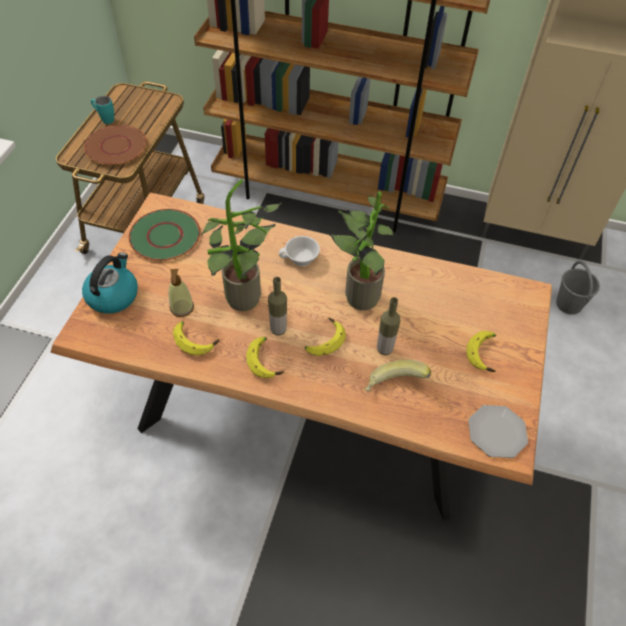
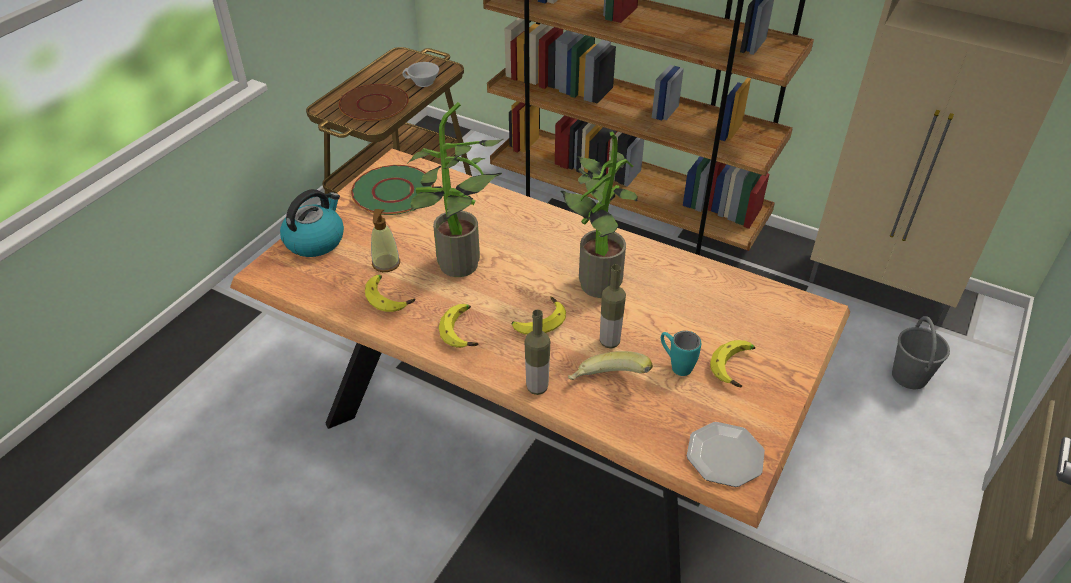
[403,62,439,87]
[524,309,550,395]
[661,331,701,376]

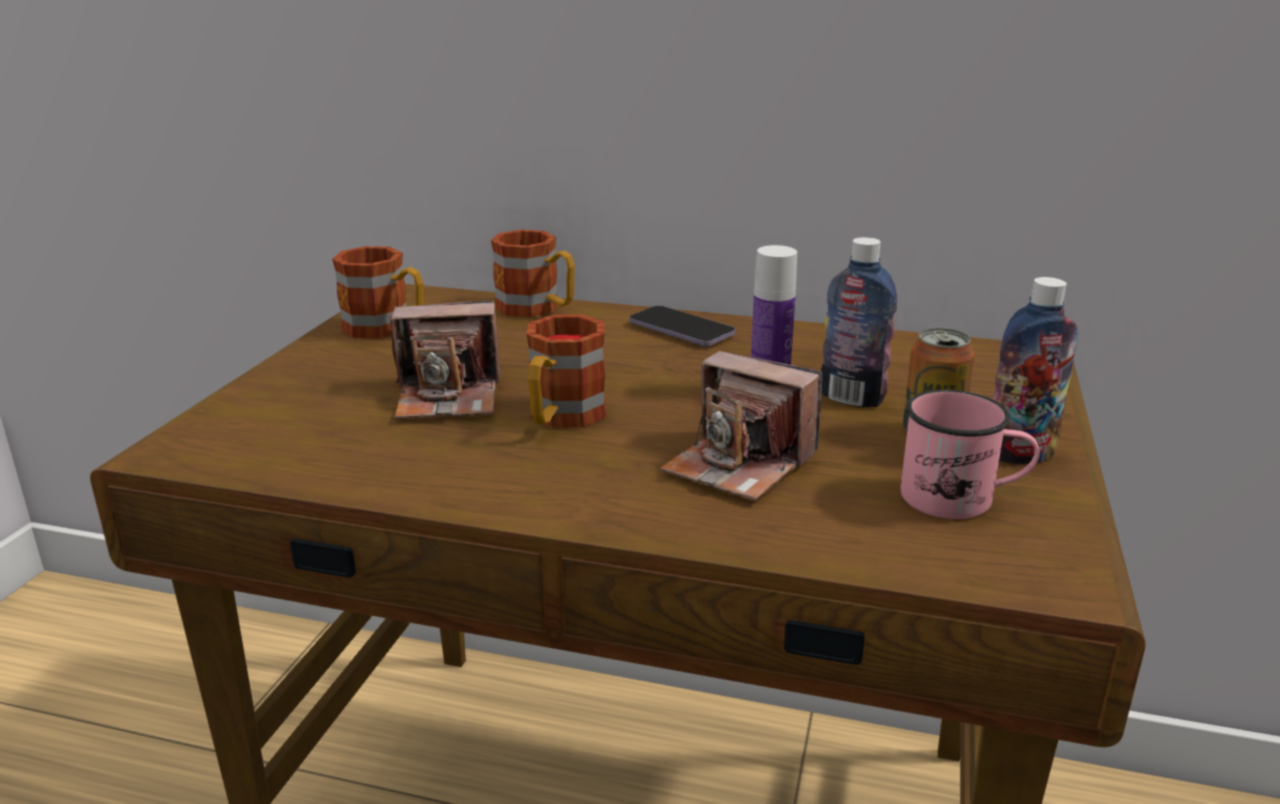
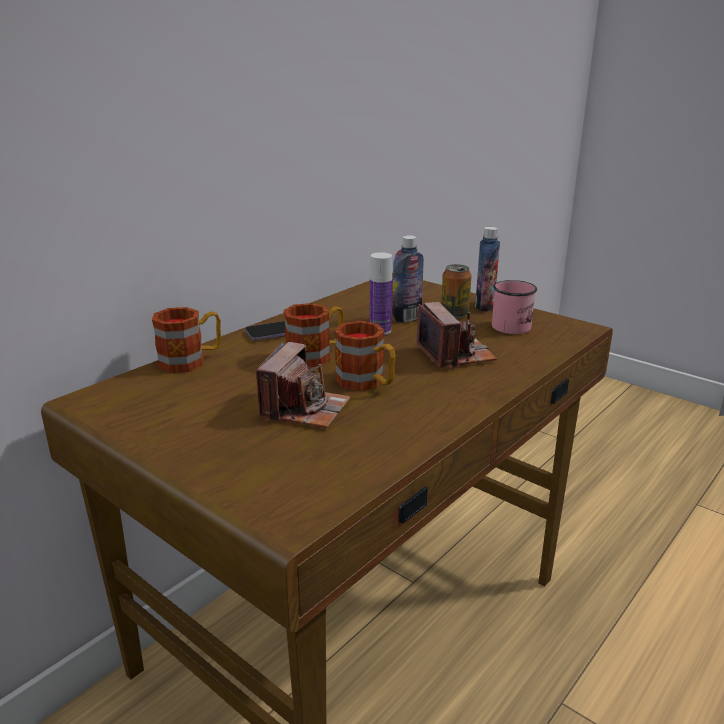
[284,303,344,368]
[416,302,497,369]

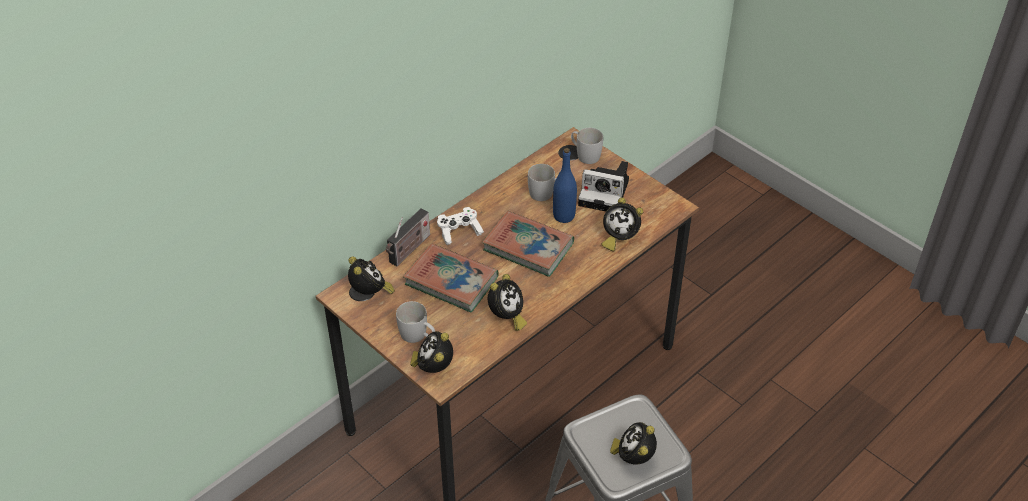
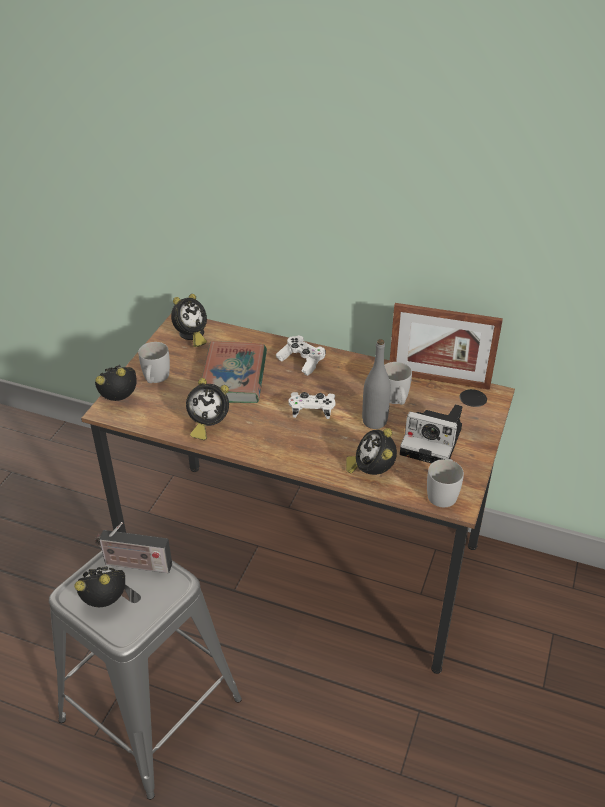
[95,522,172,573]
[288,392,336,419]
[362,339,391,429]
[389,303,503,390]
[400,404,462,464]
[427,459,464,507]

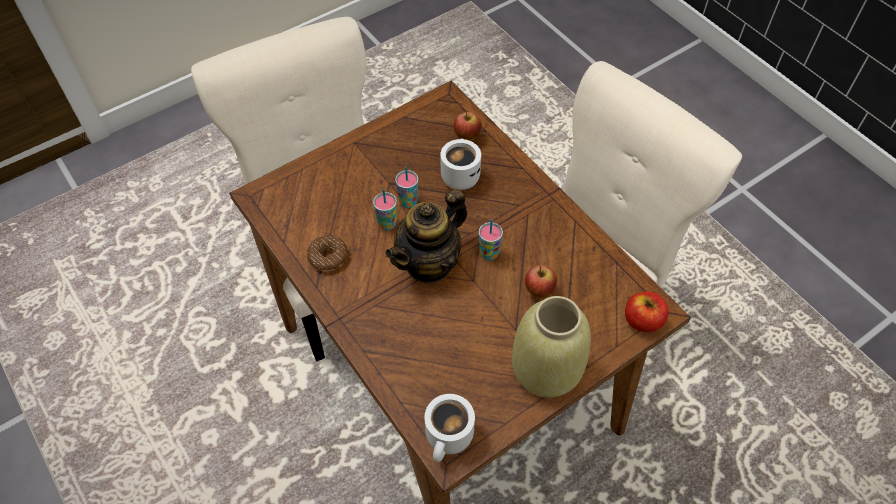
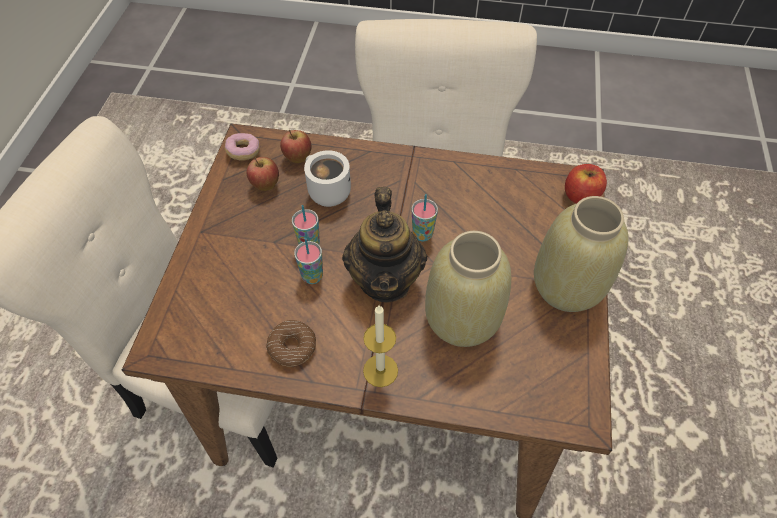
[225,133,260,161]
[247,157,279,191]
[363,305,398,387]
[425,231,511,347]
[424,394,475,462] (first image)

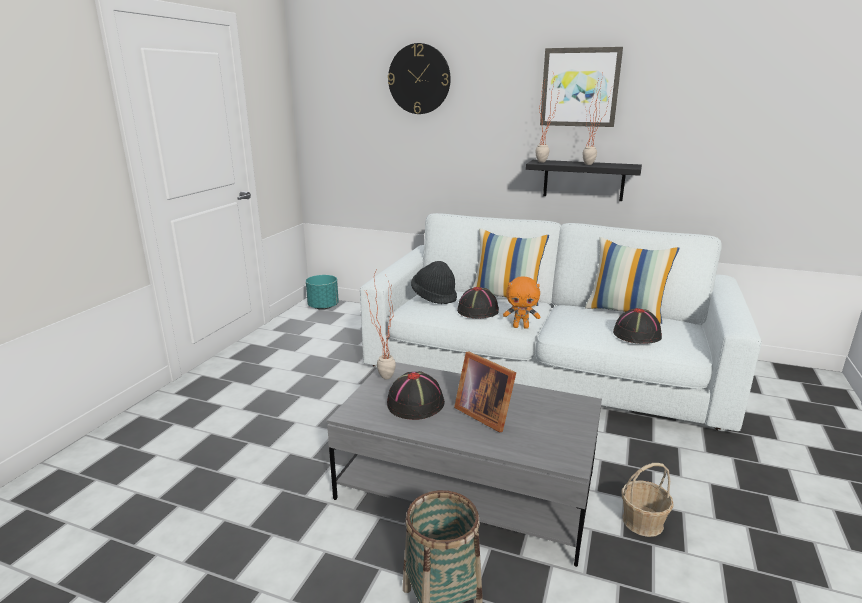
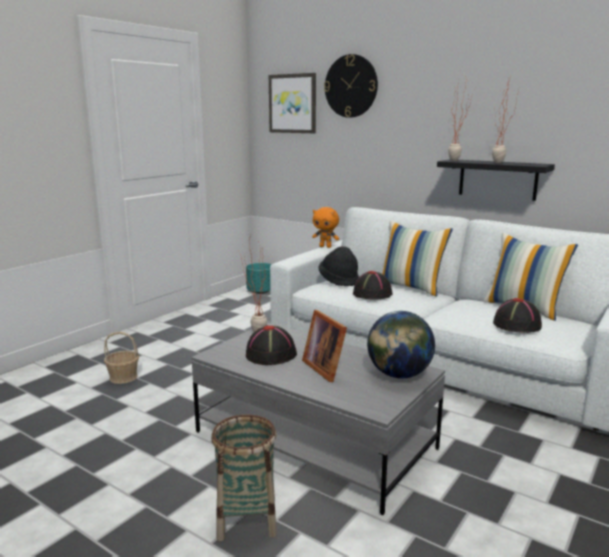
[104,332,139,384]
[269,73,316,133]
[312,207,339,248]
[367,311,435,379]

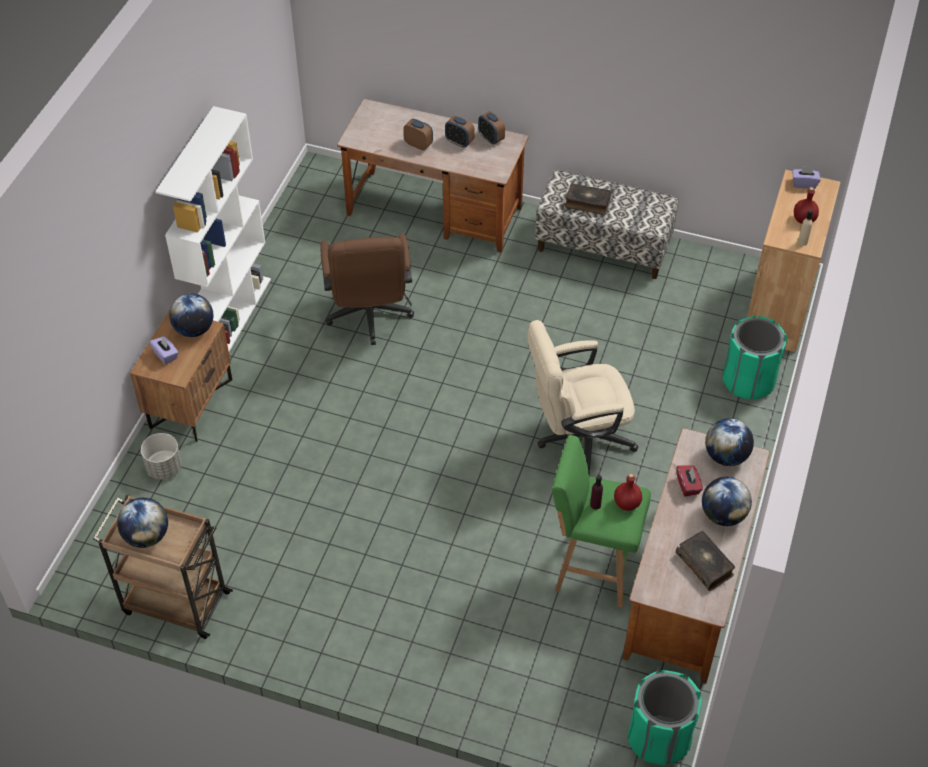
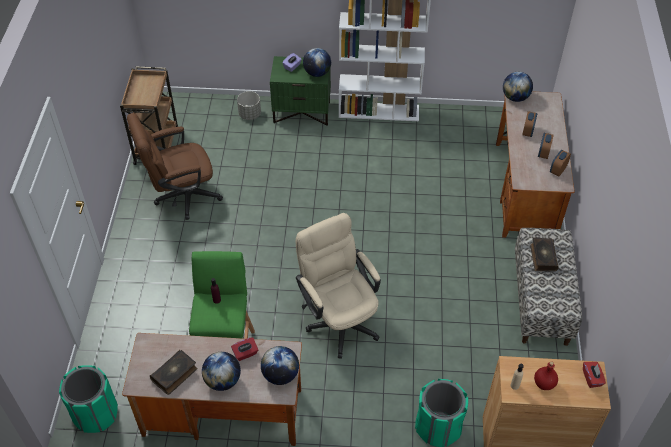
[127,113,223,220]
[270,56,331,125]
[503,72,533,102]
[583,362,606,388]
[614,473,642,511] (first image)

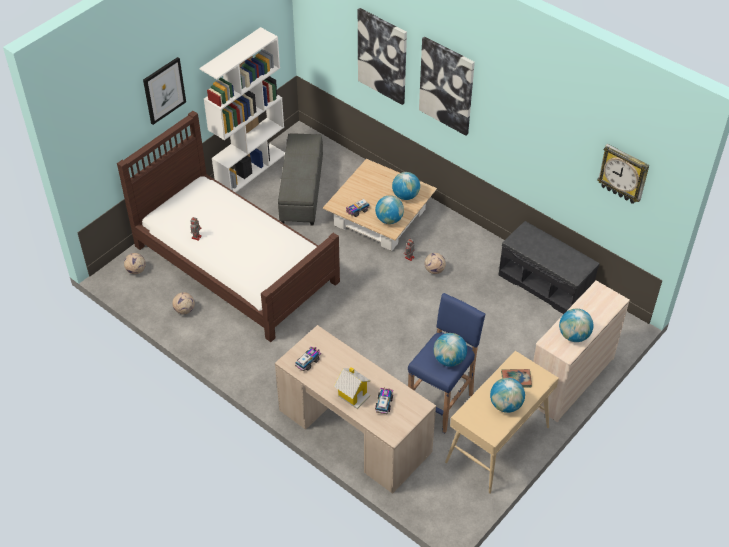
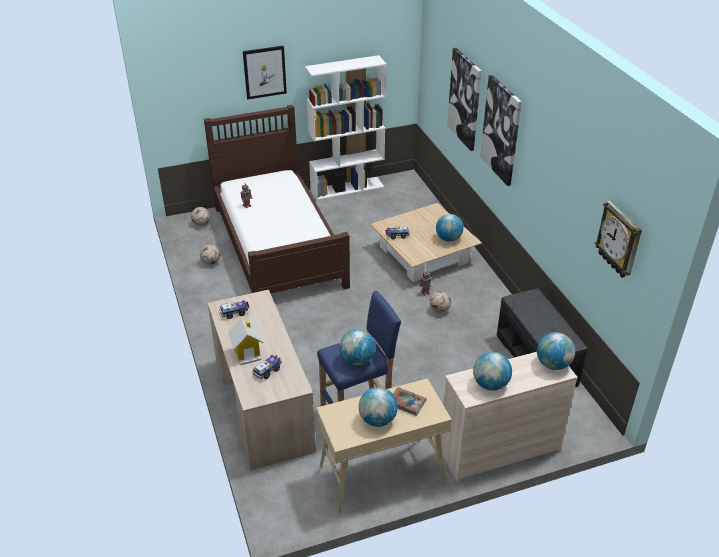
[537,332,575,370]
[278,133,323,226] (first image)

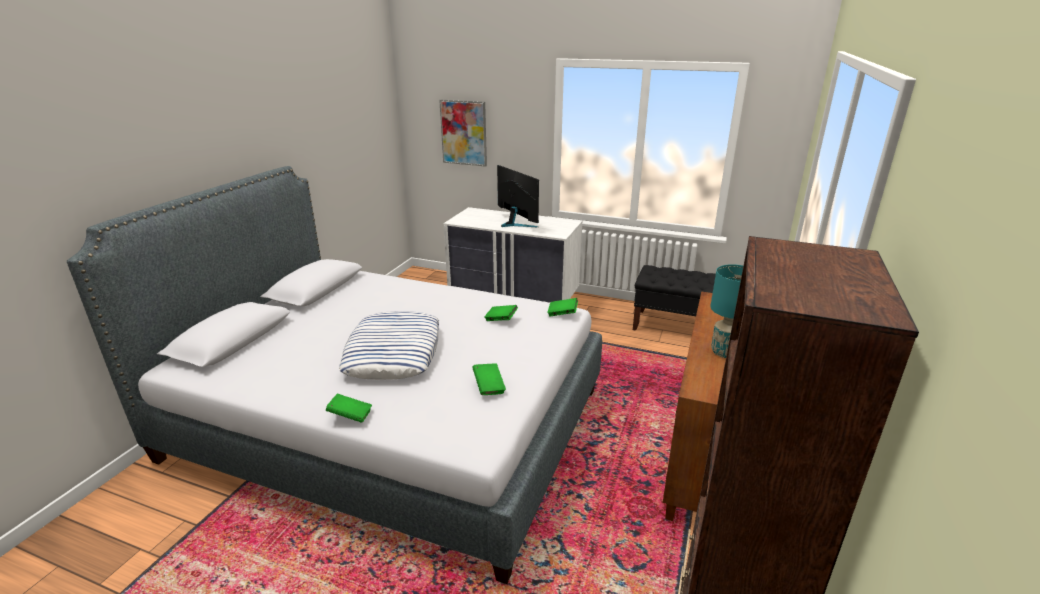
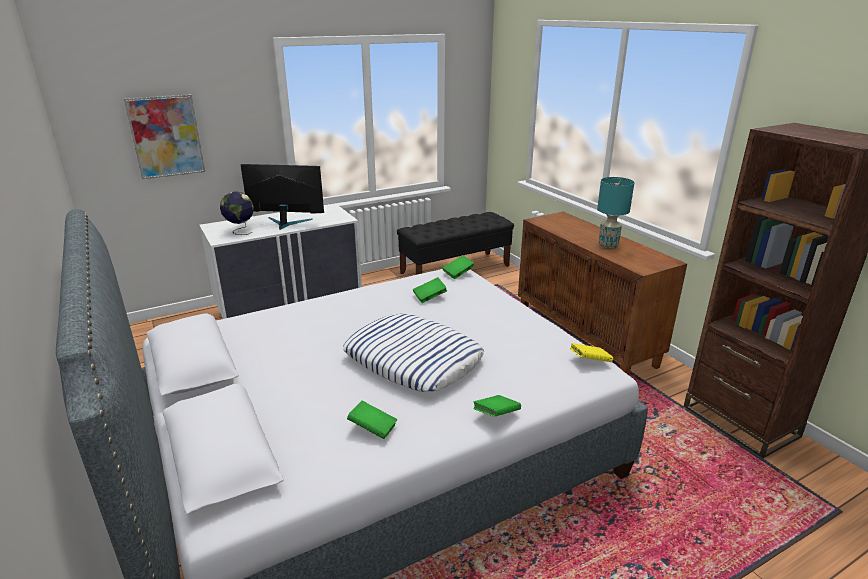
[220,191,254,235]
[347,401,397,439]
[570,343,613,362]

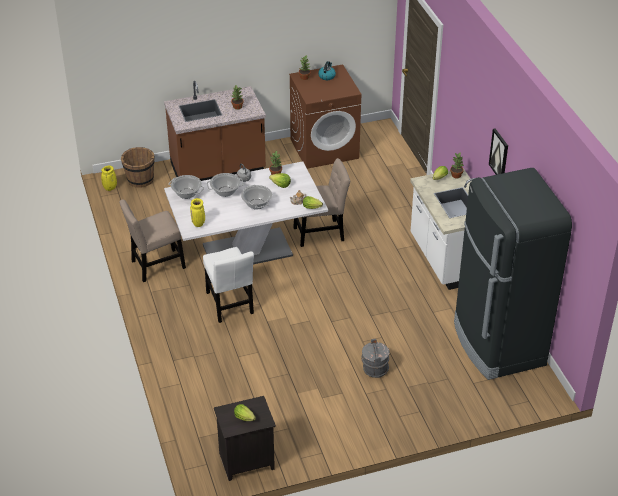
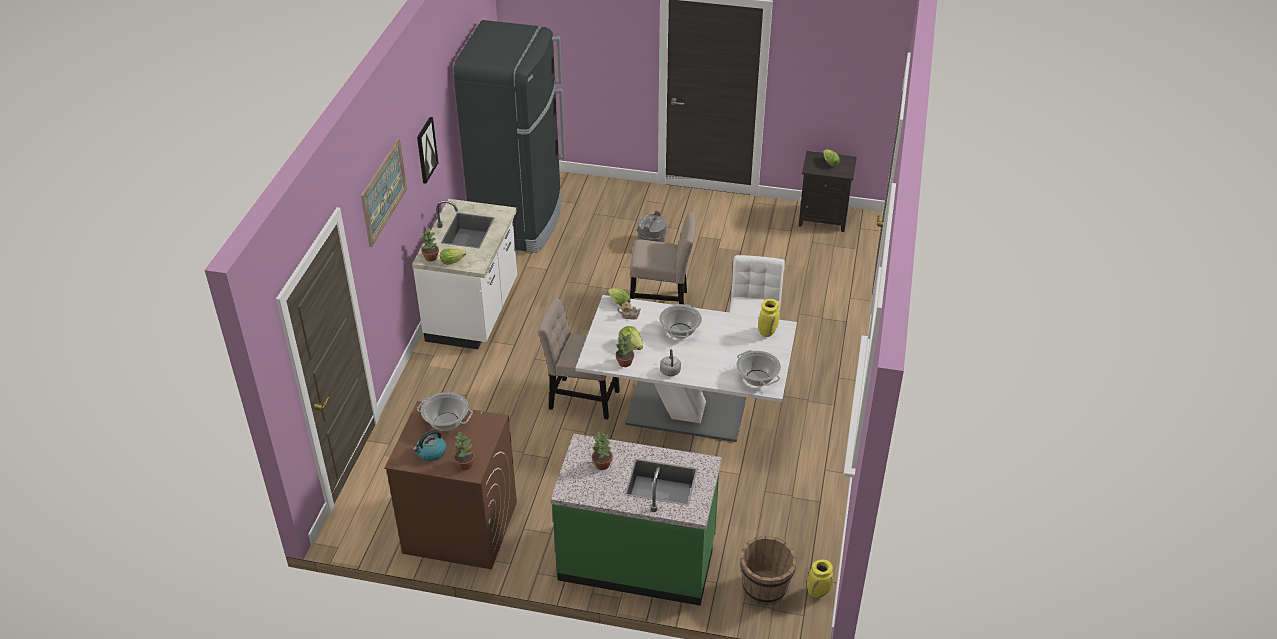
[361,139,407,247]
[417,392,473,431]
[550,434,722,606]
[630,213,696,304]

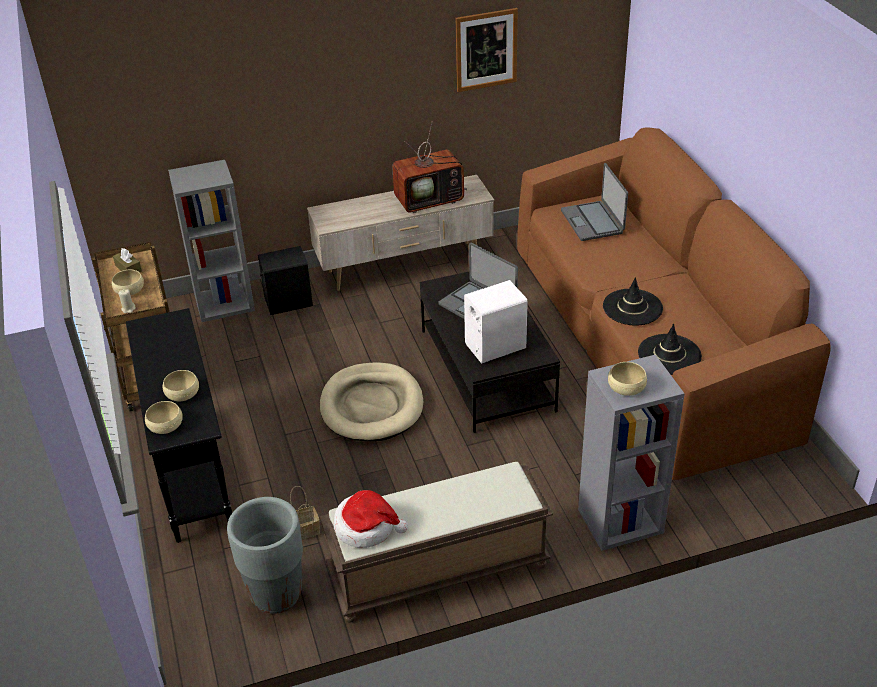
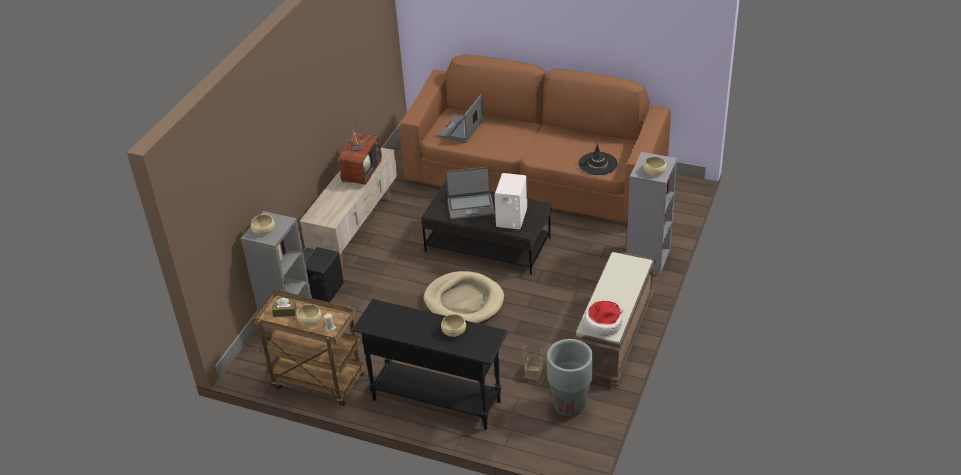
[251,214,275,235]
[438,94,484,143]
[456,8,518,92] (first image)
[603,277,663,326] (first image)

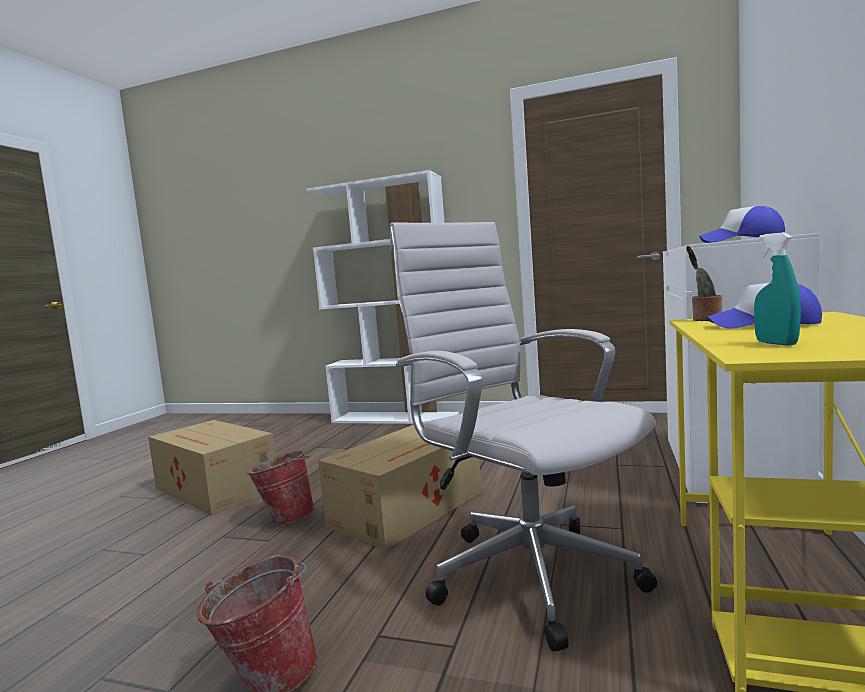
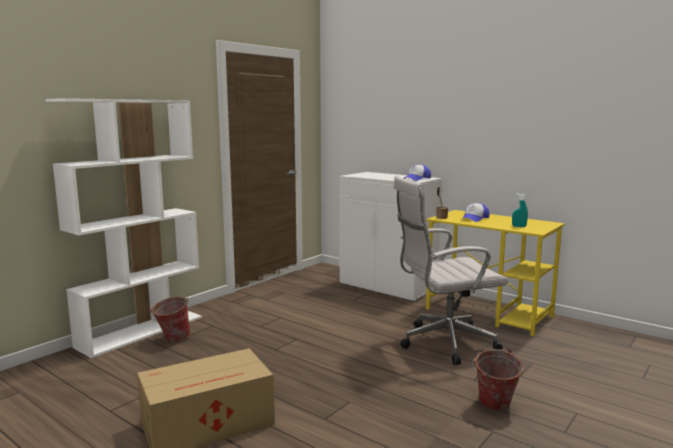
[150,296,191,343]
[318,423,482,550] (first image)

